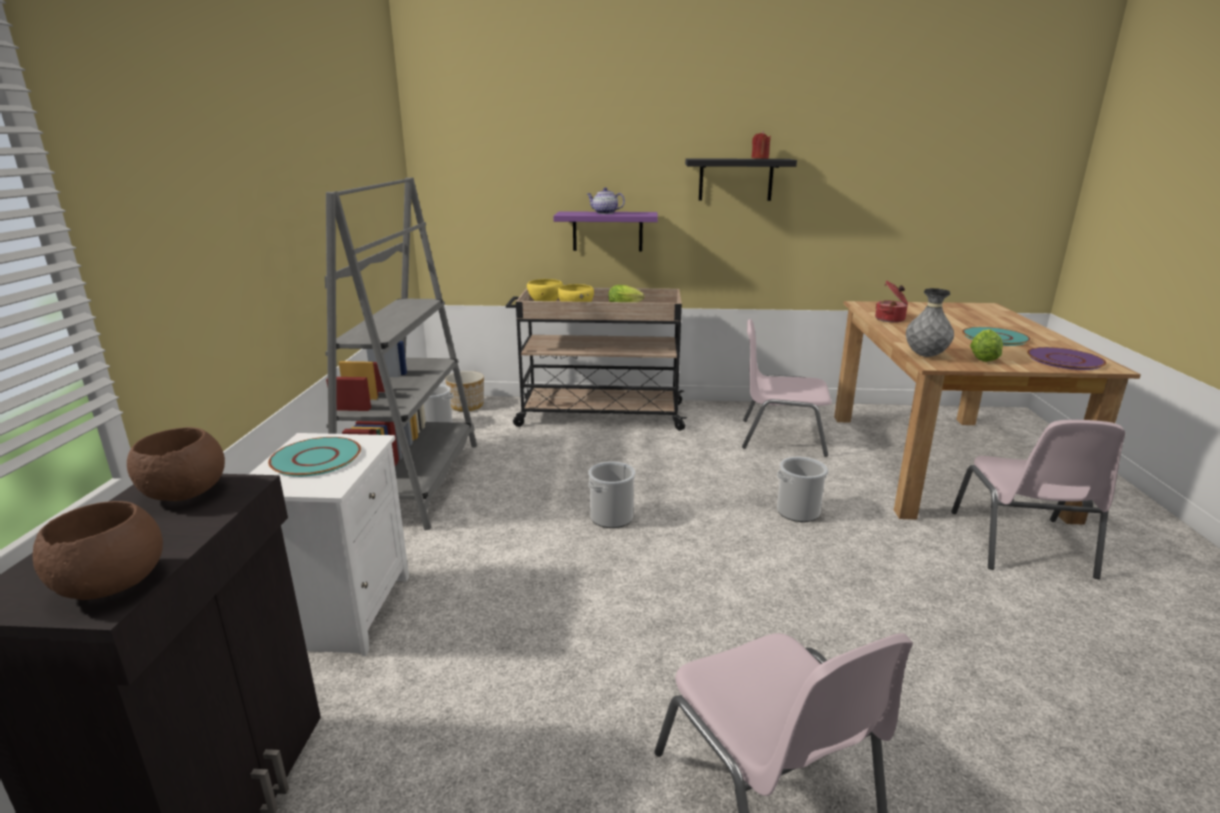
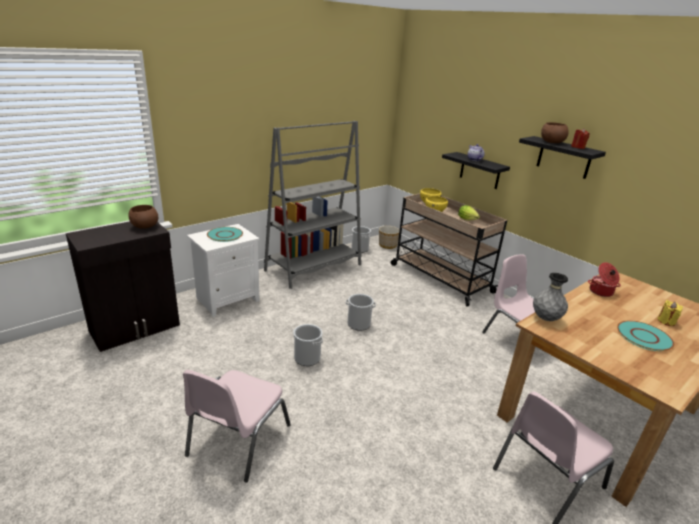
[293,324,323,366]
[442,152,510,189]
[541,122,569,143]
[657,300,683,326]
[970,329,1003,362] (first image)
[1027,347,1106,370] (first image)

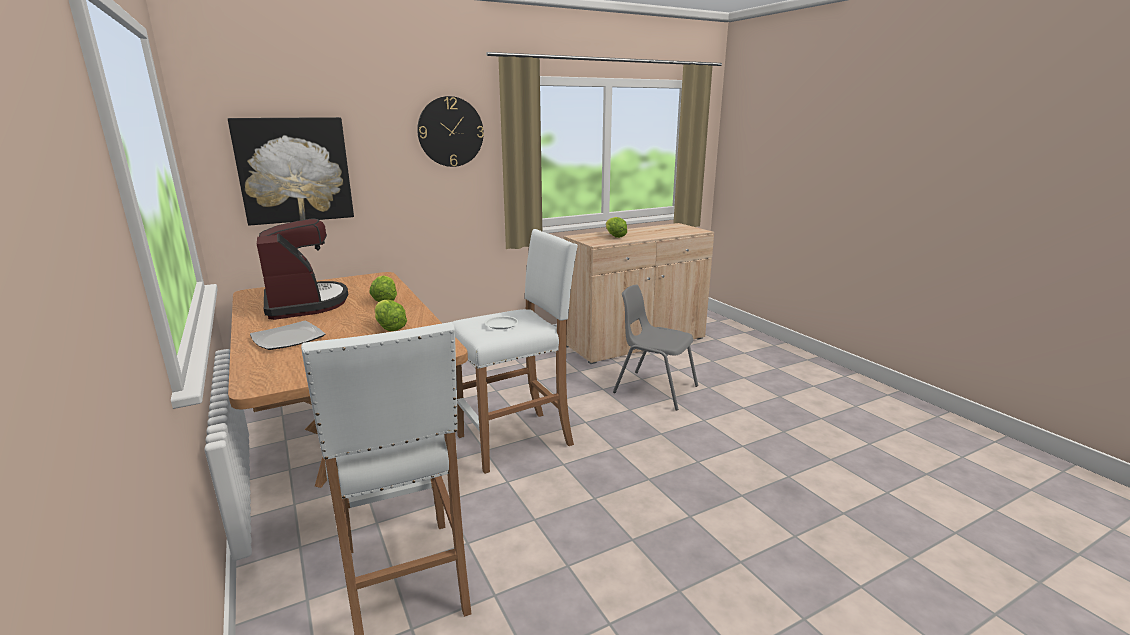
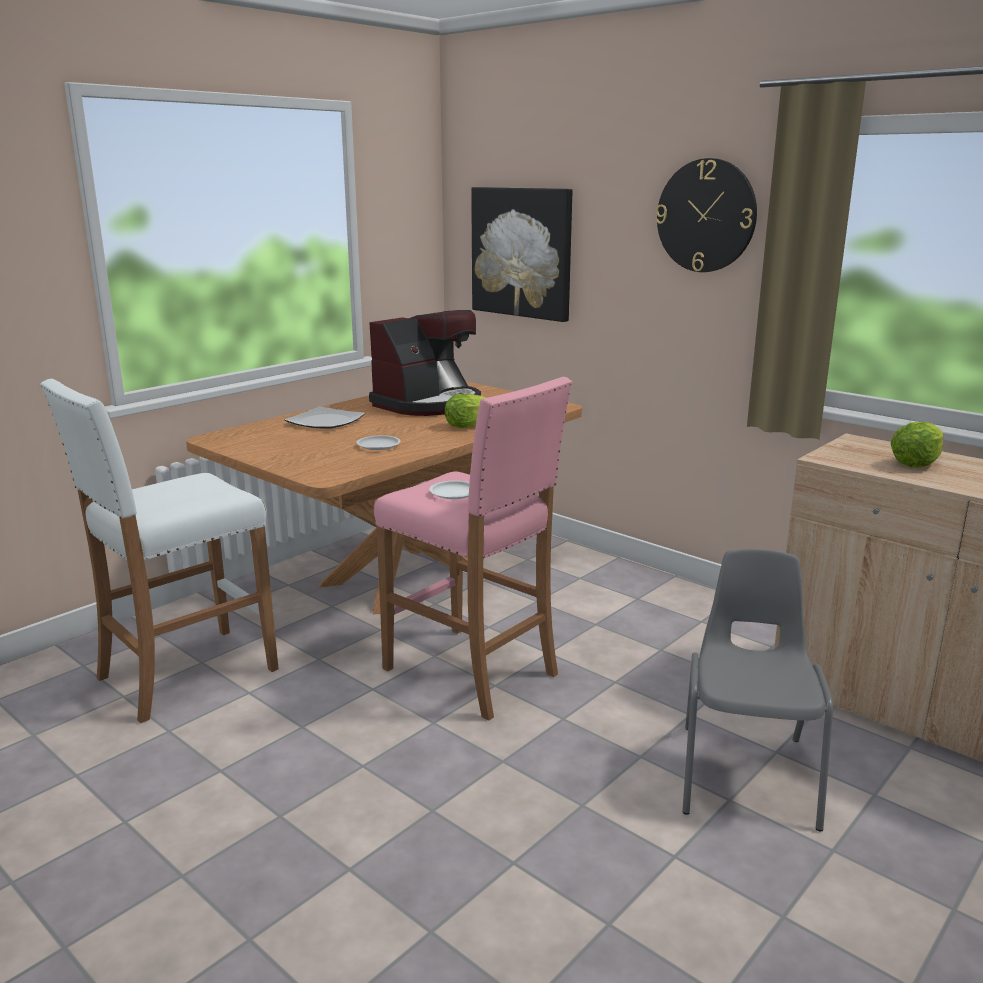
[356,435,401,450]
[374,377,572,721]

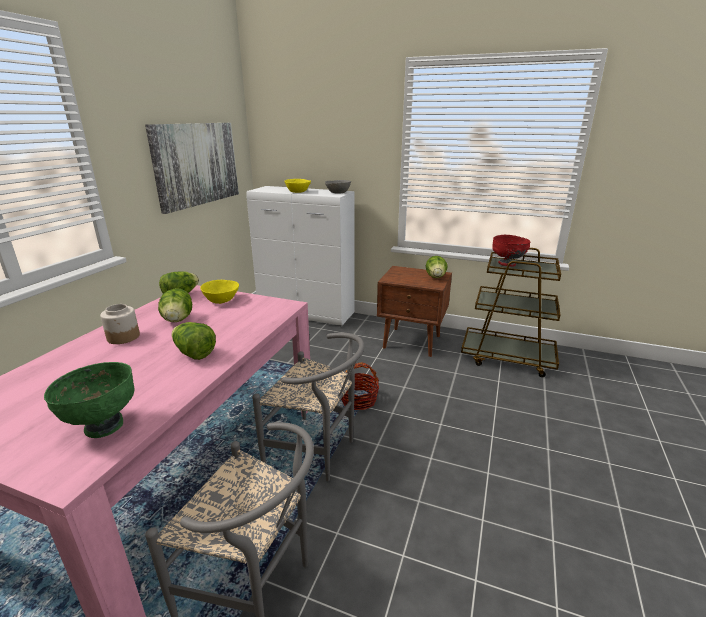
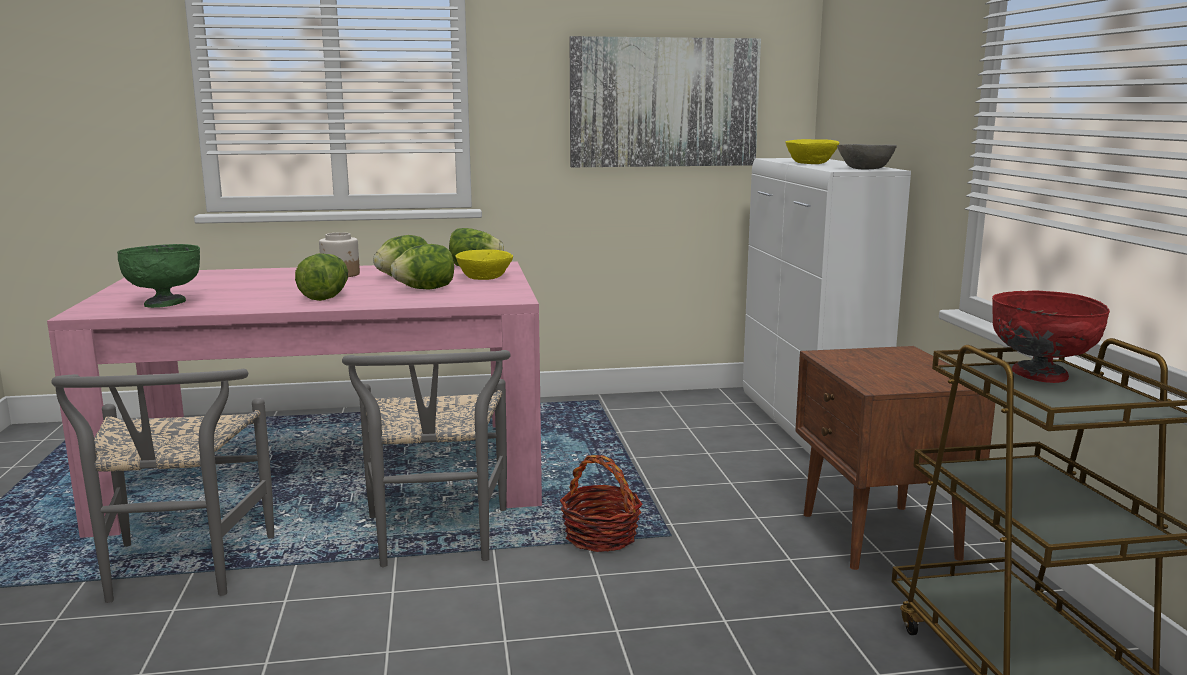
[391,244,454,289]

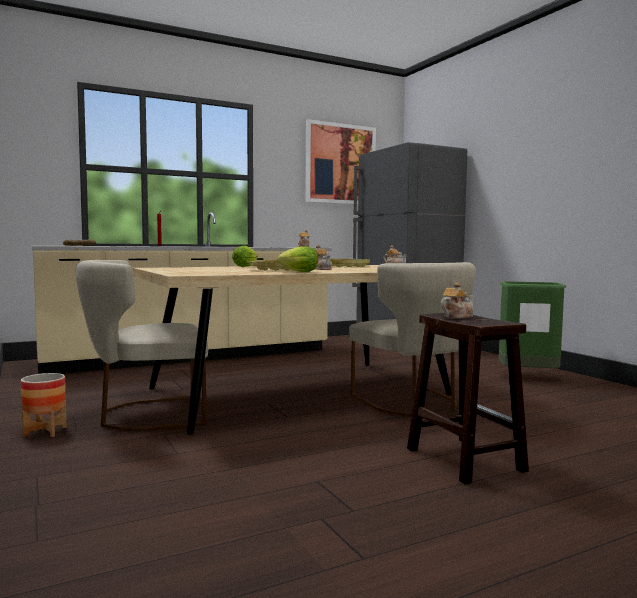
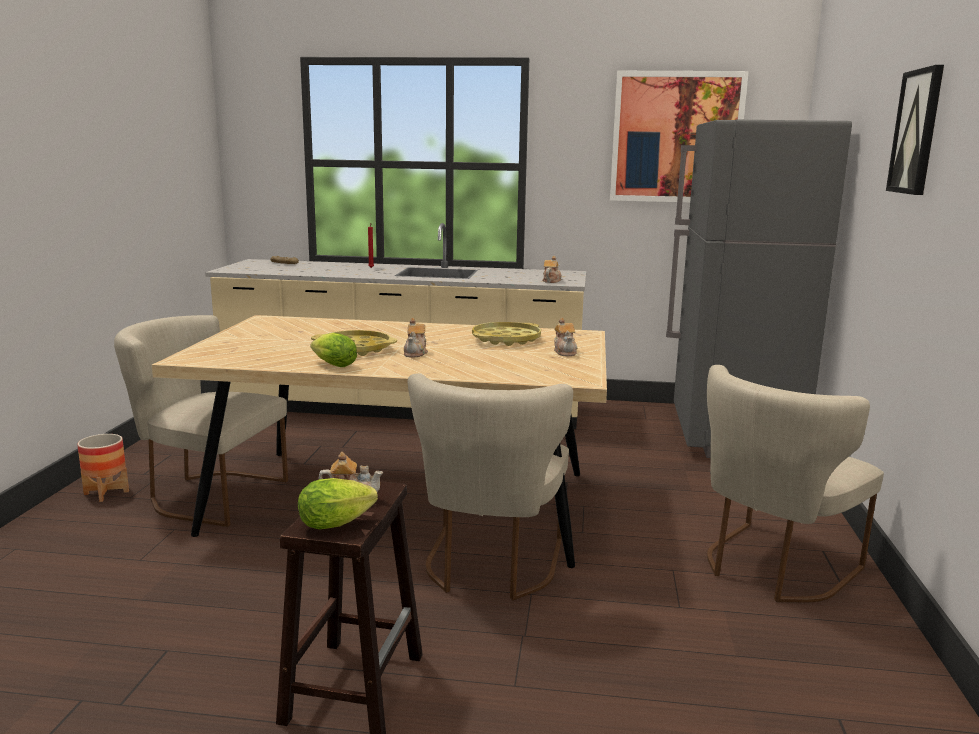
[298,478,378,529]
[707,365,884,603]
[886,65,944,195]

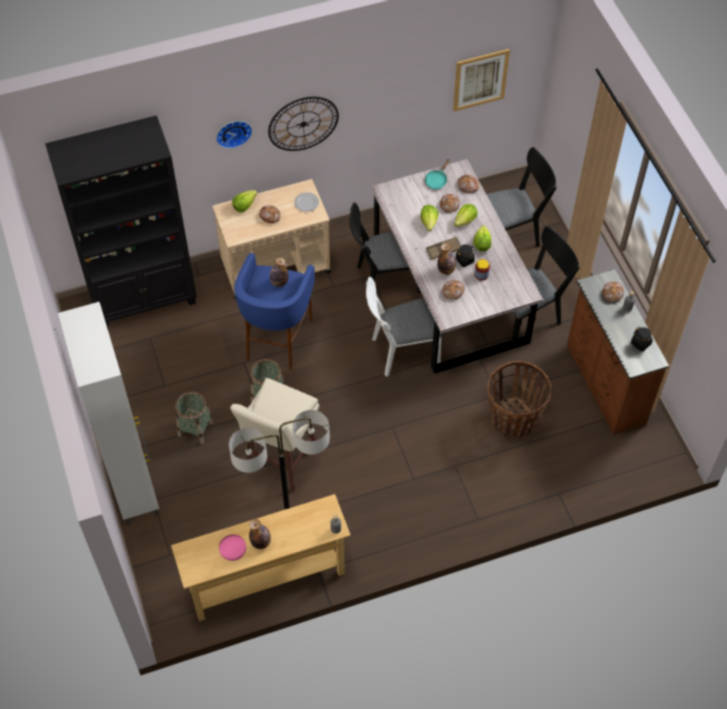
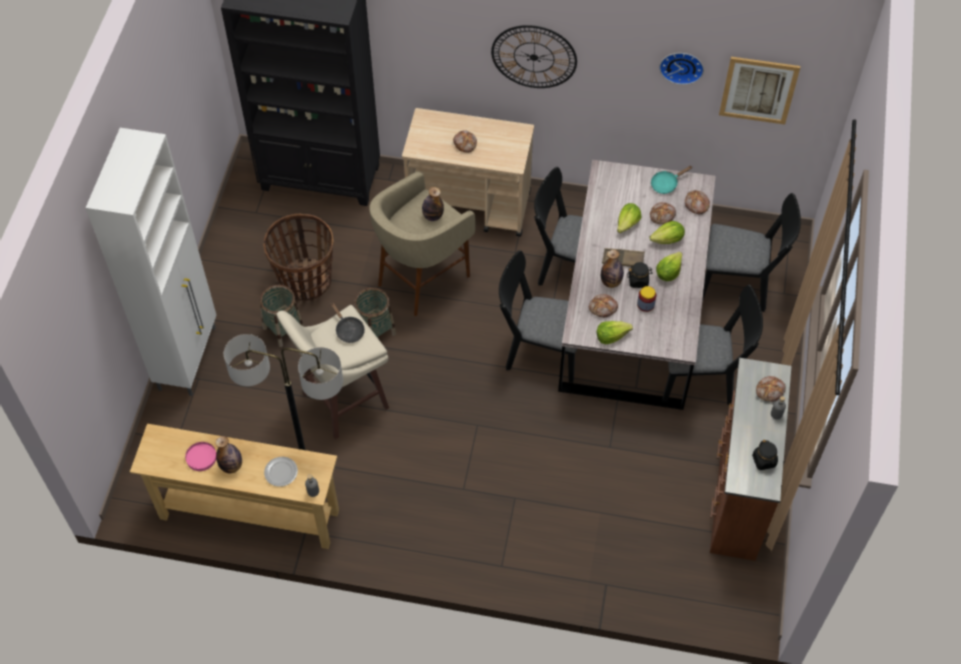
[263,214,334,301]
[264,457,298,487]
[330,302,365,343]
[369,172,475,316]
[499,250,577,383]
[597,321,633,344]
[659,53,704,85]

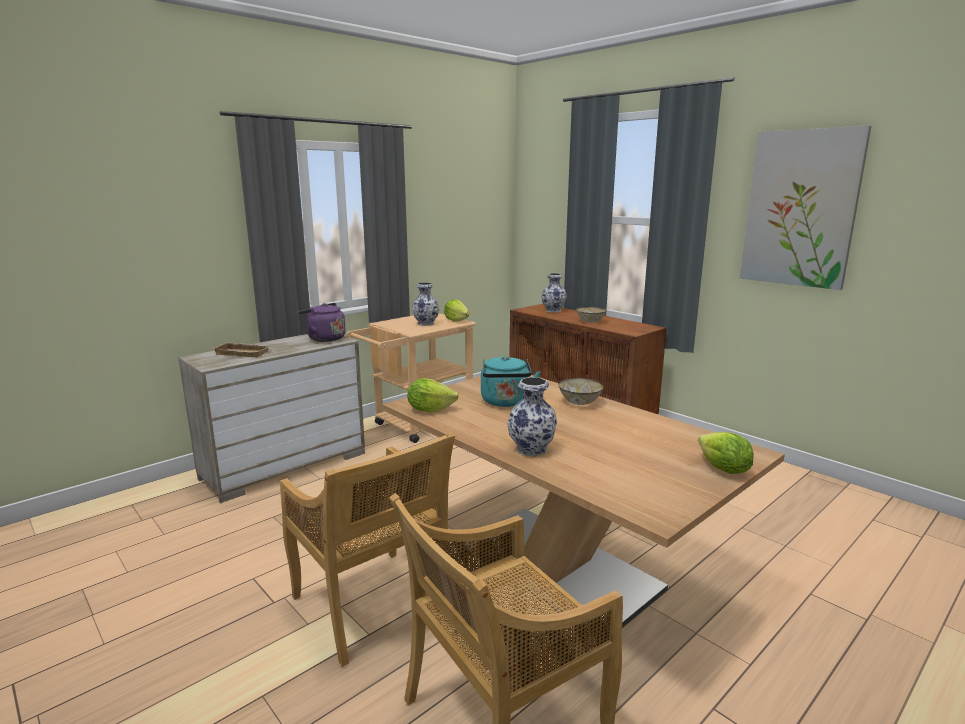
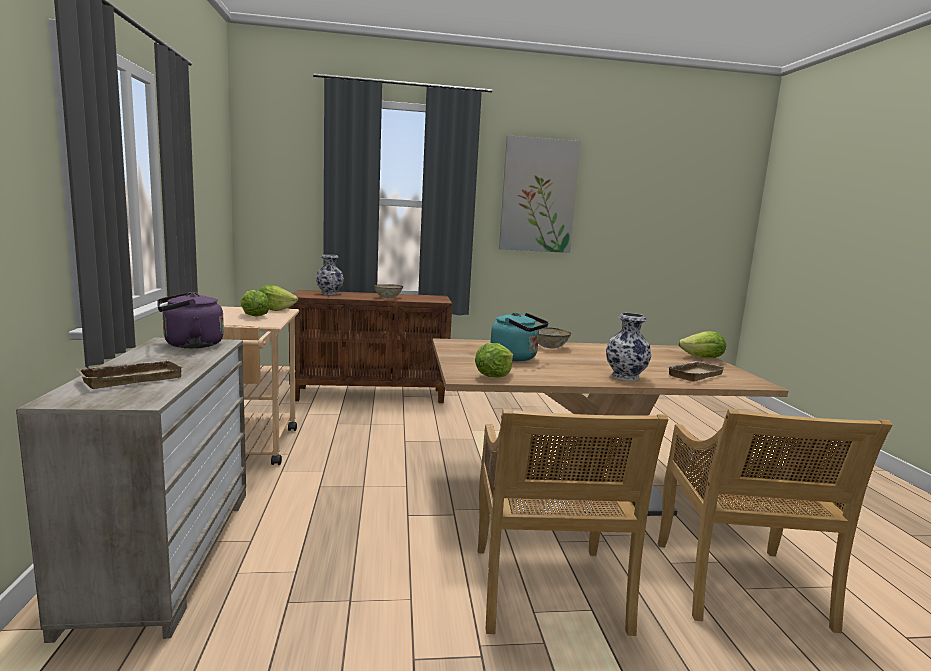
[240,290,269,317]
[478,408,668,636]
[667,361,725,382]

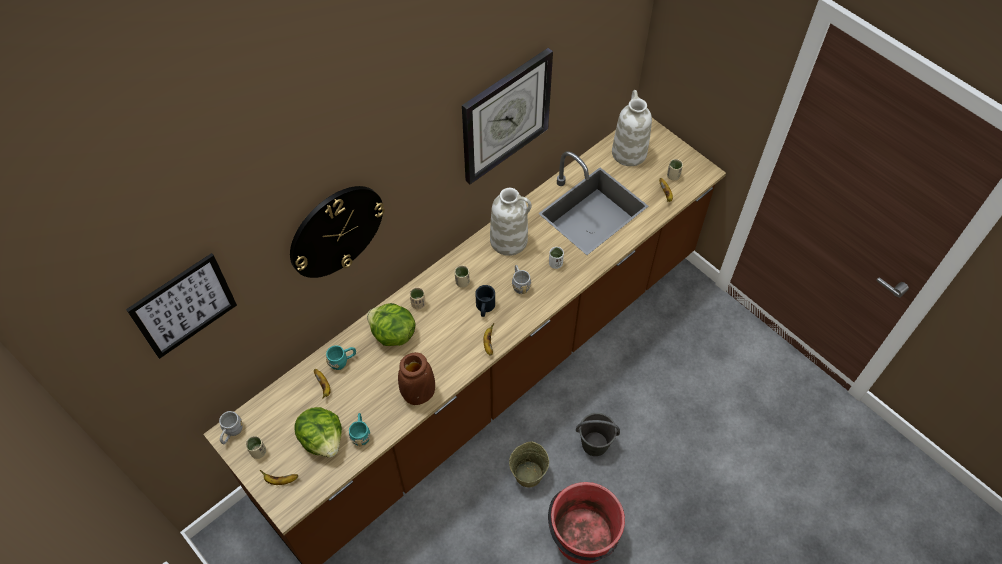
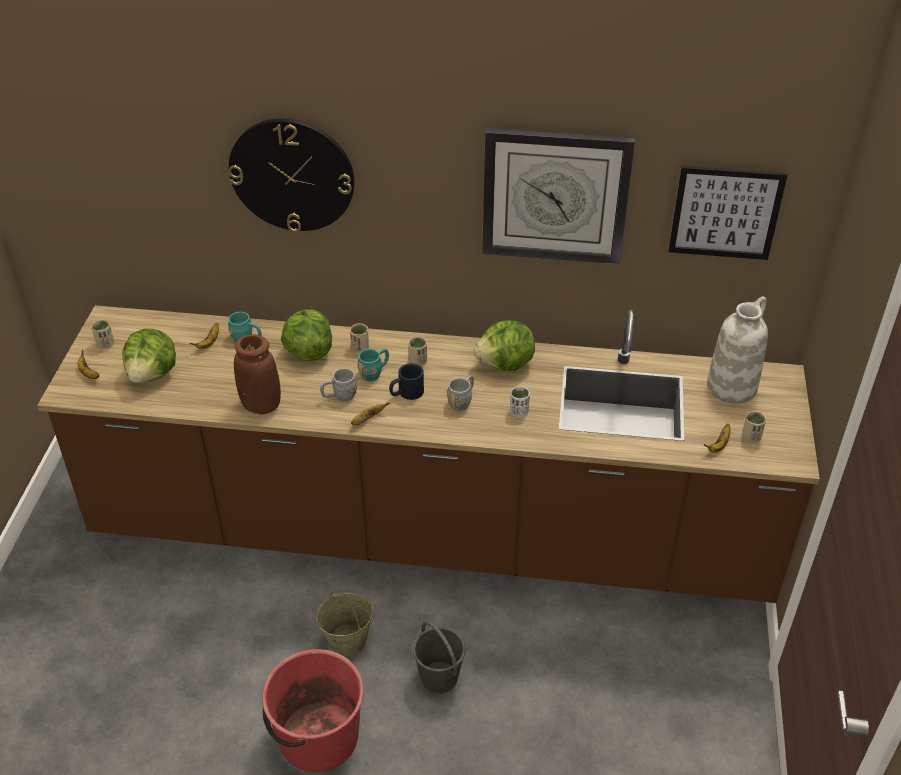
[320,368,357,401]
[357,349,389,382]
[474,320,535,371]
[668,166,787,260]

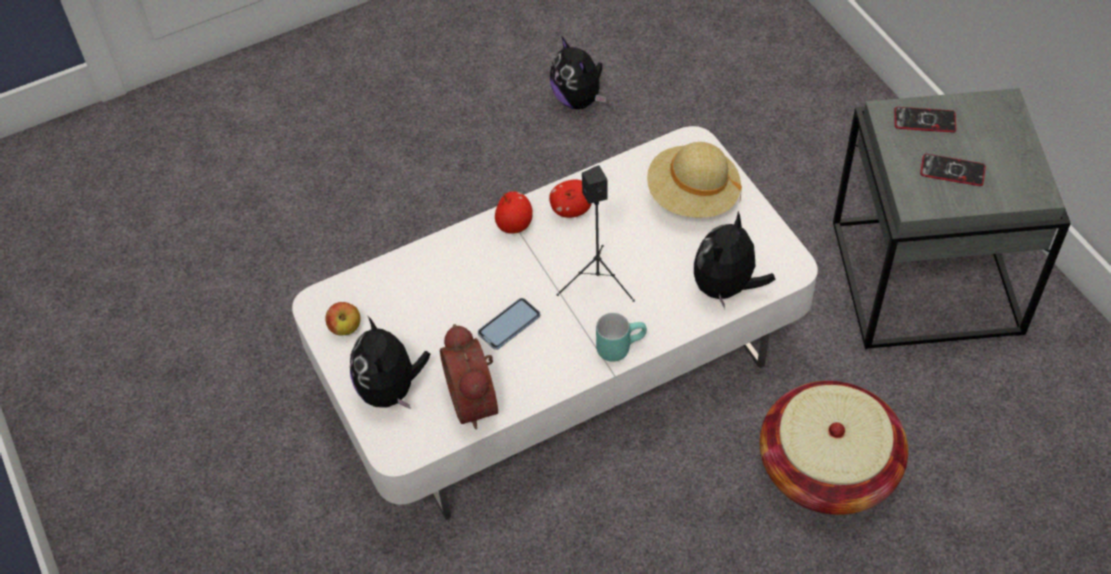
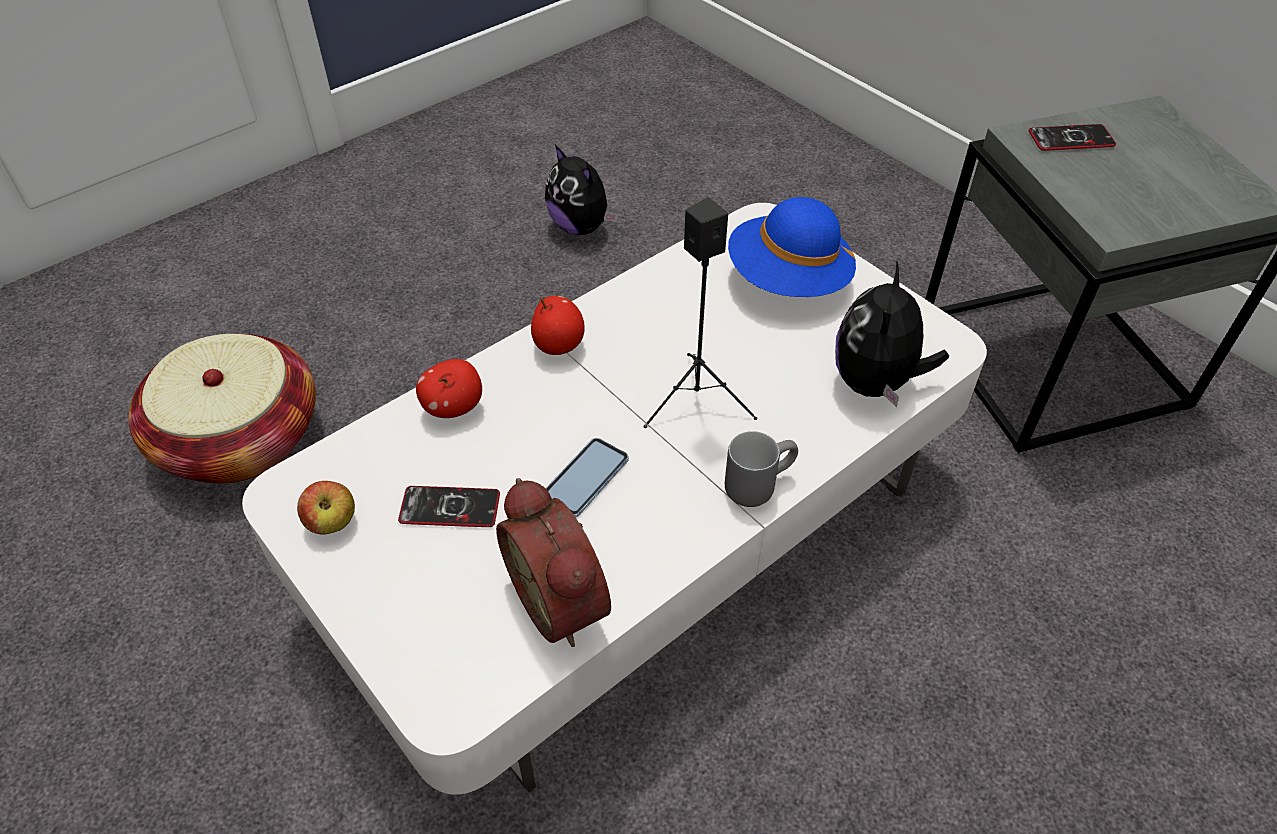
[128,334,316,484]
[398,486,500,527]
[416,359,482,418]
[725,431,798,507]
[728,197,856,297]
[350,316,431,409] (first image)

